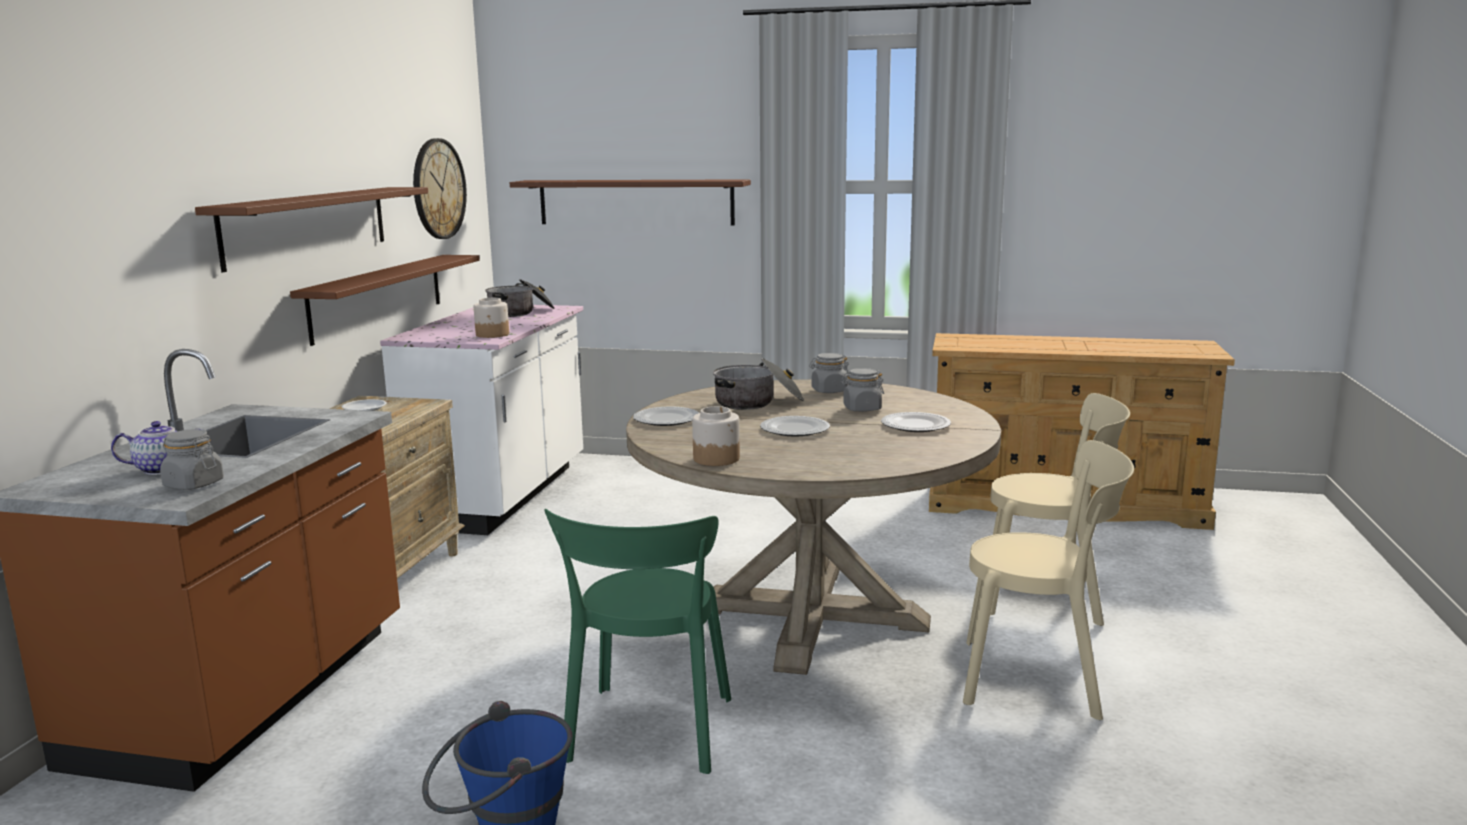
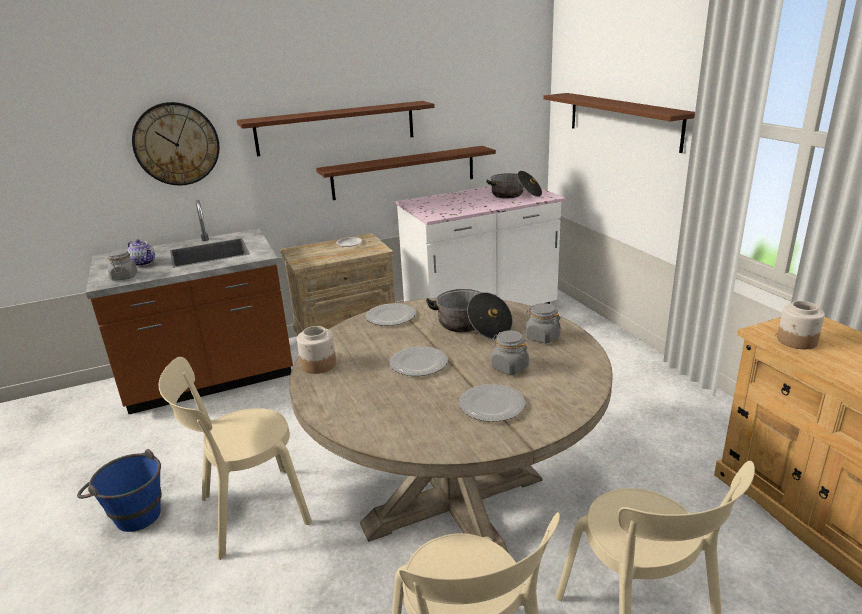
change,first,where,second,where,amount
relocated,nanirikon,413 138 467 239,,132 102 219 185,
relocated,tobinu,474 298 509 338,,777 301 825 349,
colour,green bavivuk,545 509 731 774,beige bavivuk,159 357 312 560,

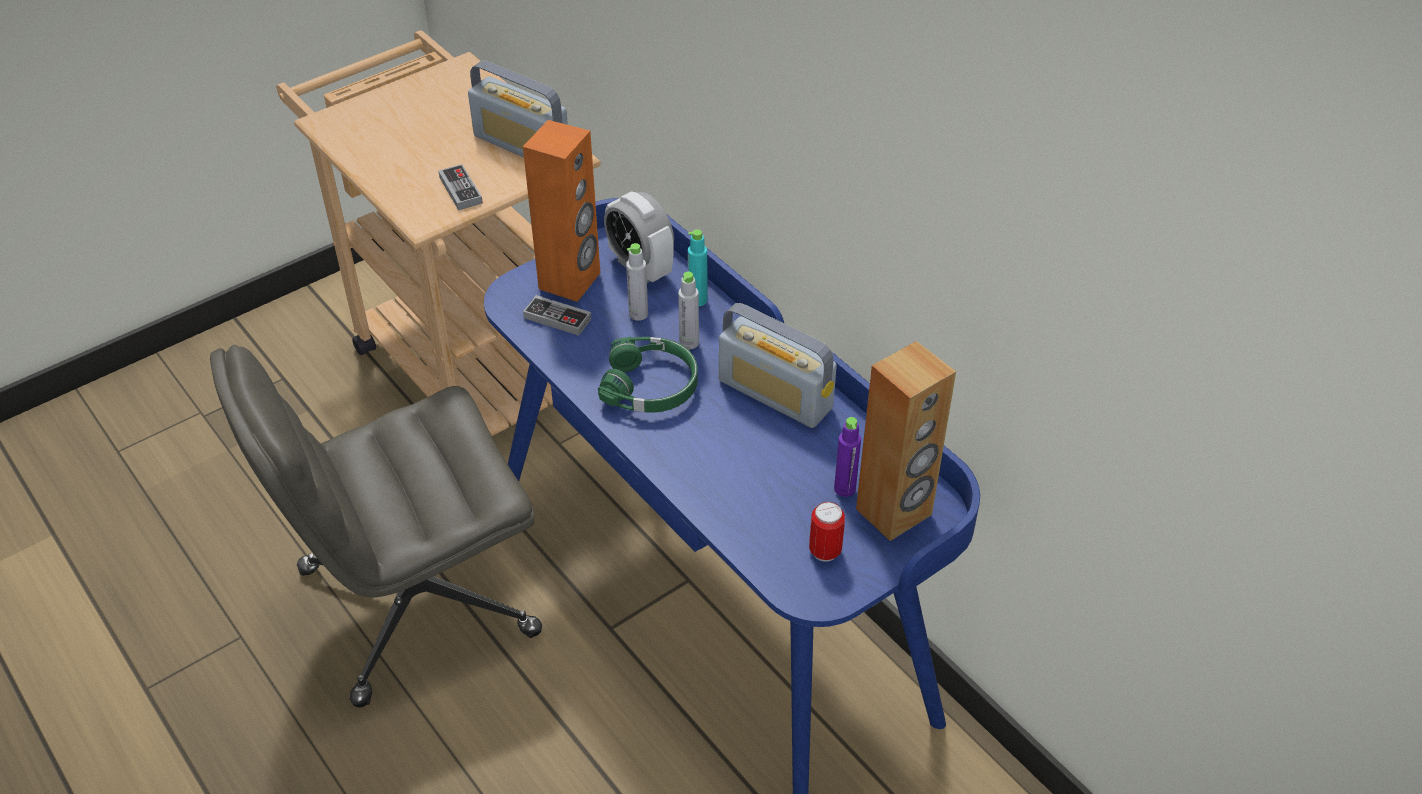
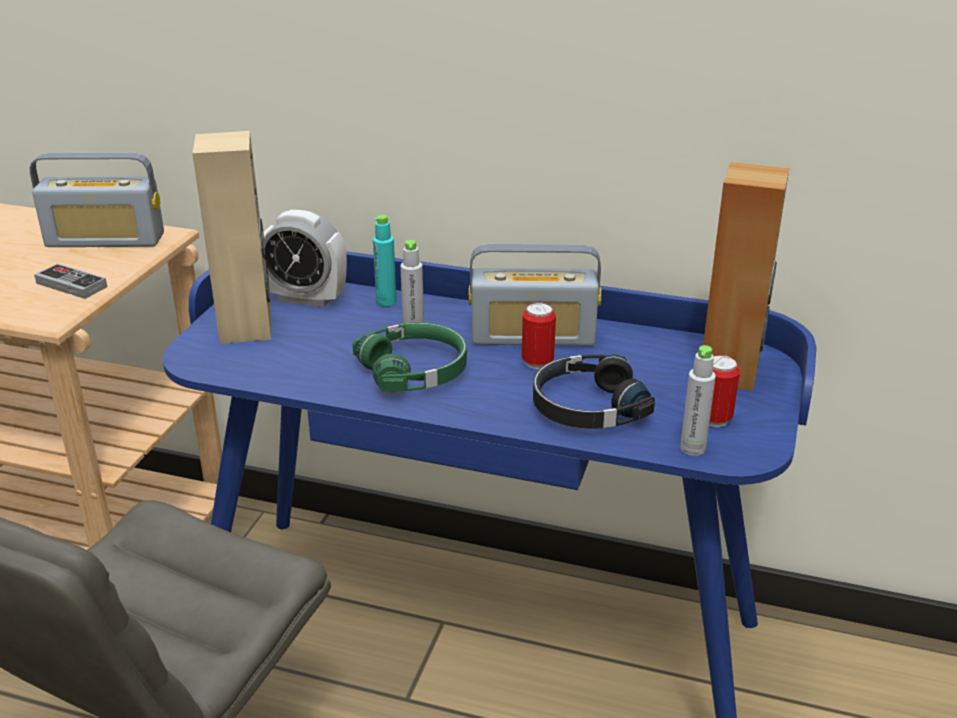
change,first,where,second,where,amount
colour,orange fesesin,523 120 600 302,beige fesesin,192 131 271 344,
missing,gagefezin,523 295 591 336,,,
relocated,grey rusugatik,626 243 648 321,,680 345 716 456,
missing,purple rusugatik,834 417 861 497,,,
appeared,,,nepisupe,522 302 556 369,
appeared,,,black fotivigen,533 355 655 429,

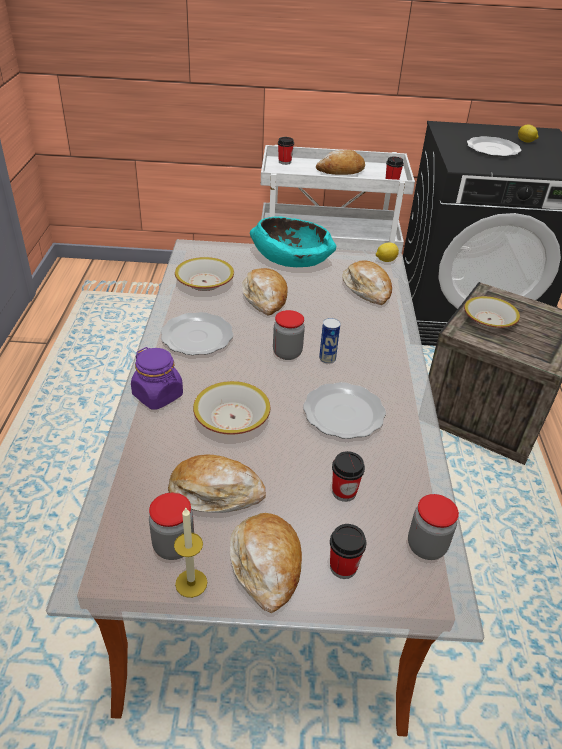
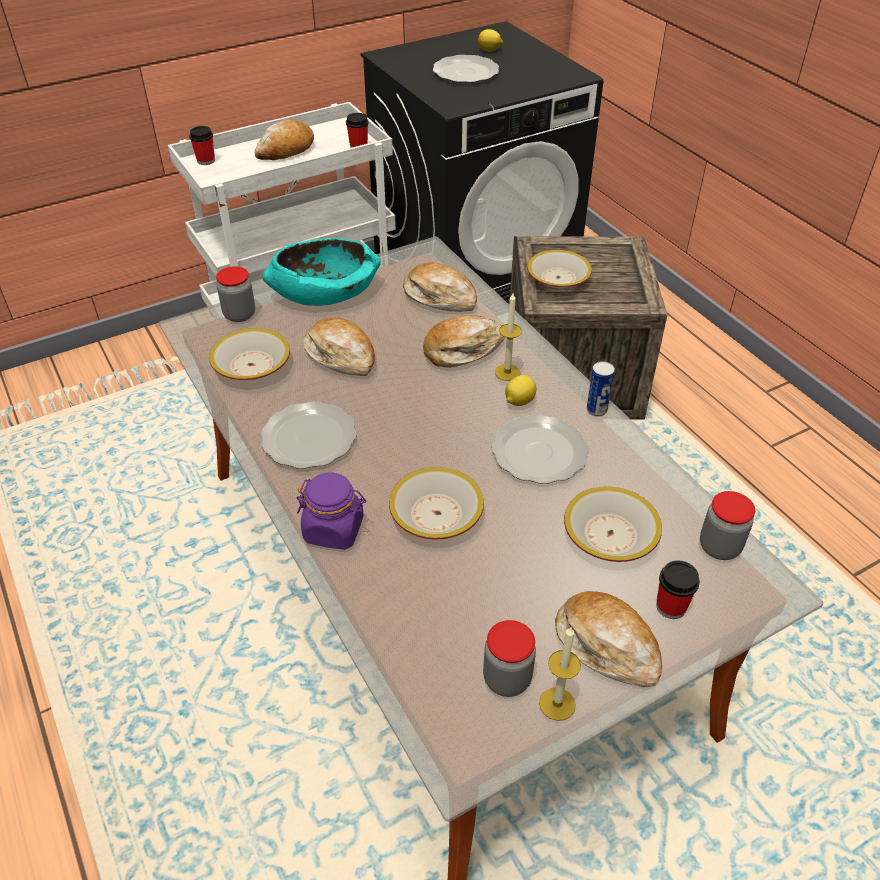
change,first,where,second,where,amount
relocated,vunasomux,168 455 266 513,,423 315 505 368,
relocated,tobinu,273 310 305 360,,216 266 255 322,
relocated,nepisupe,319 318 340 364,,587 361 615 416,
exchanged,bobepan,332 451 365 502,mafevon,564 486 662 562,
relocated,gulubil,376 243 399 262,,505 375 536 406,
appeared,,,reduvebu,495 293 522 381,

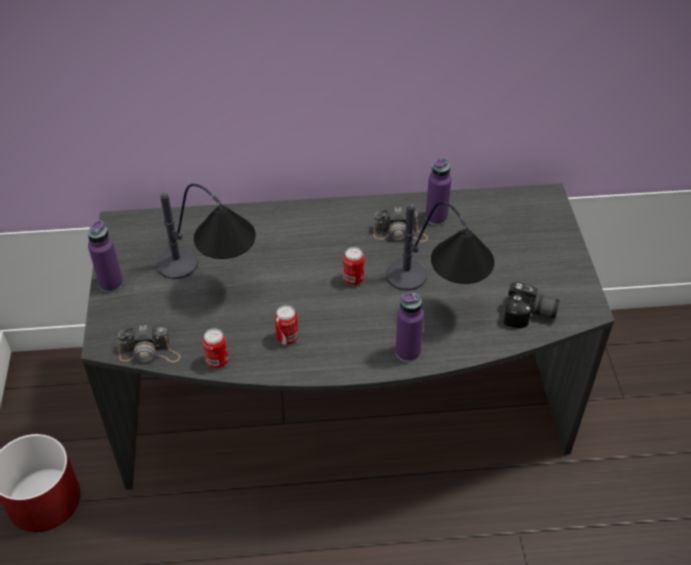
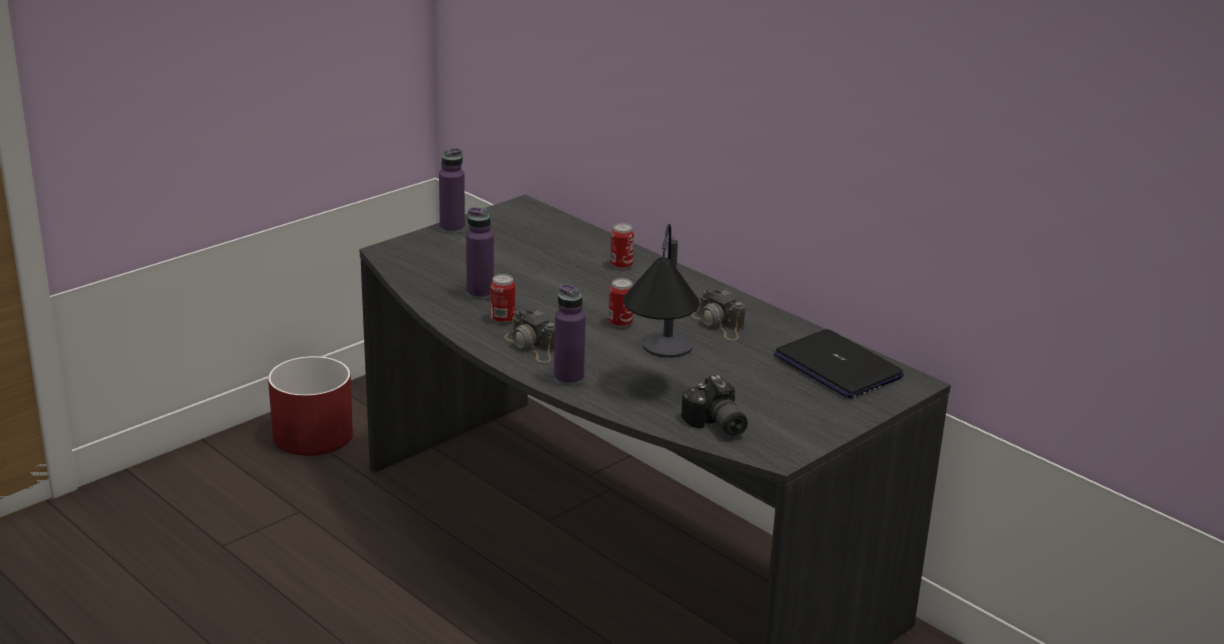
change,first,where,second,where,amount
relocated,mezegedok,118 325 181 362,,504 310 555 363,
missing,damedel,157 184 256 279,,,
relocated,nepisupe,203 328 228 368,,610 223 634 269,
relocated,purple rusugatik,425 157 452 226,,466 207 494 300,
appeared,,,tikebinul,774 329 904 399,

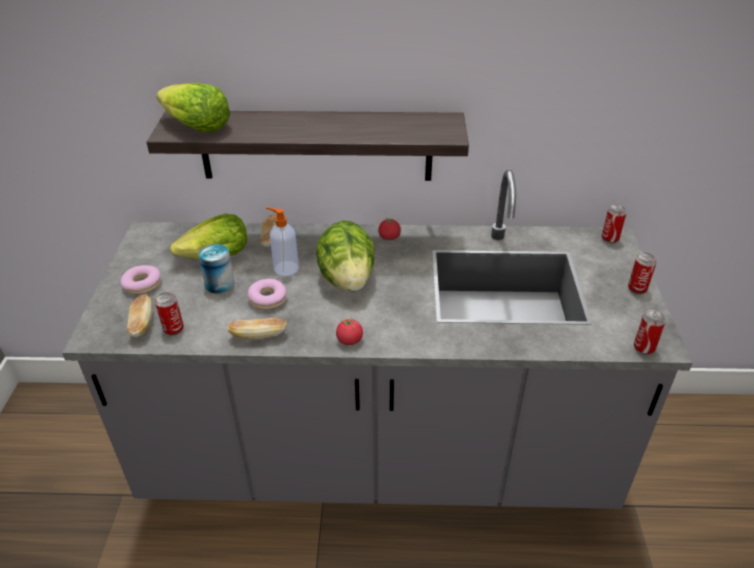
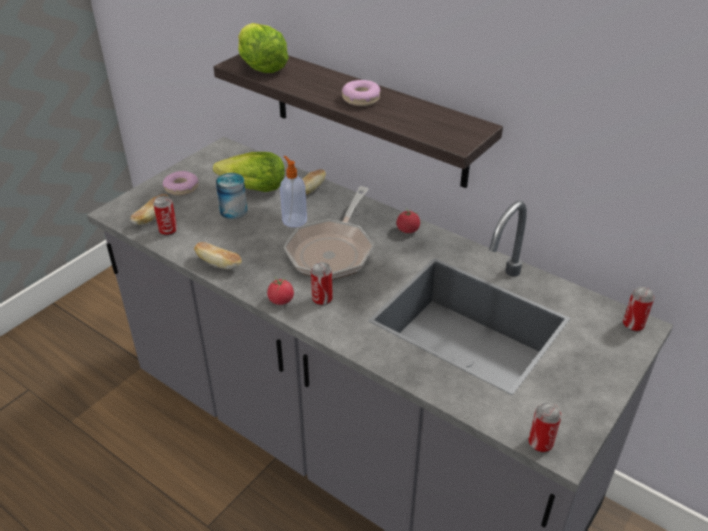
change,first,where,second,where,amount
relocated,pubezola,248 279 287 310,,342 80 380 106,
exchanged,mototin,316 221 375 292,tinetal,284 186 374 280,
relocated,nepisupe,628 253 657 294,,311 262 333 306,

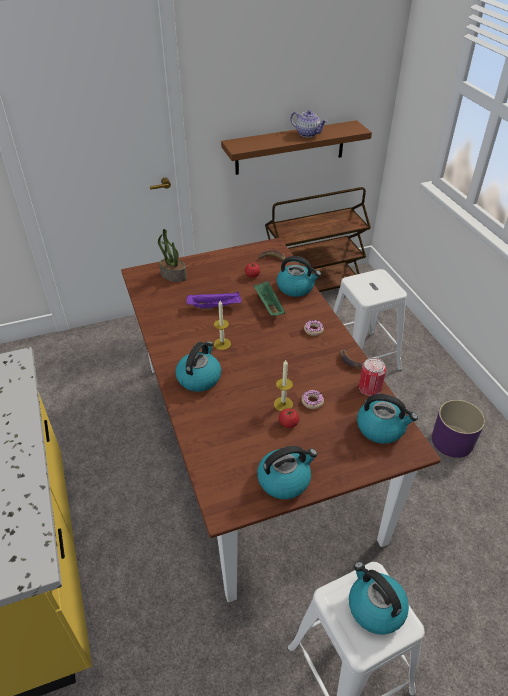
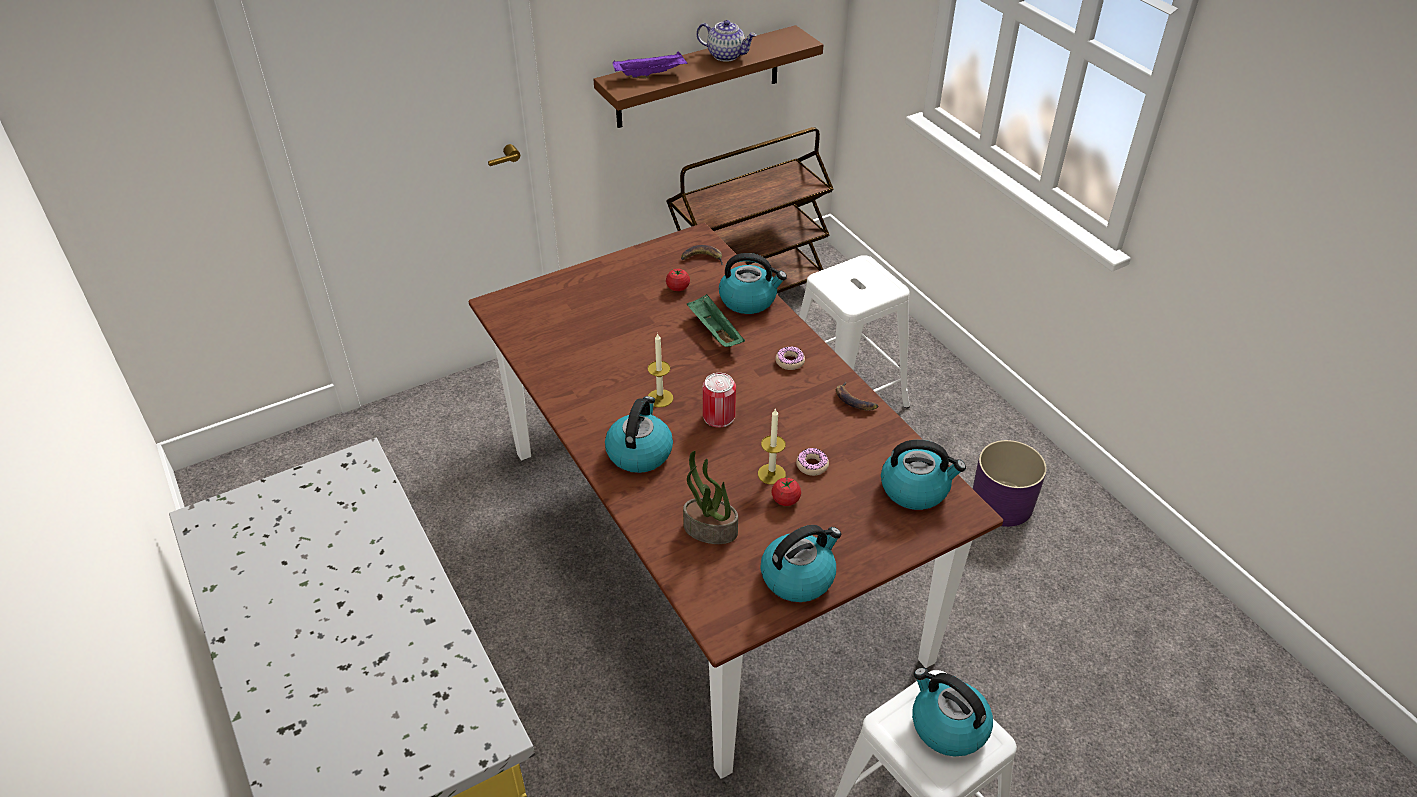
change,first,where,second,where,amount
relocated,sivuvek,158 229 187 282,,683 451 738 544,
relocated,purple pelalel,186 291 242 310,,613 51 688 79,
relocated,nepisupe,359 358 386 396,,703 373 736 428,

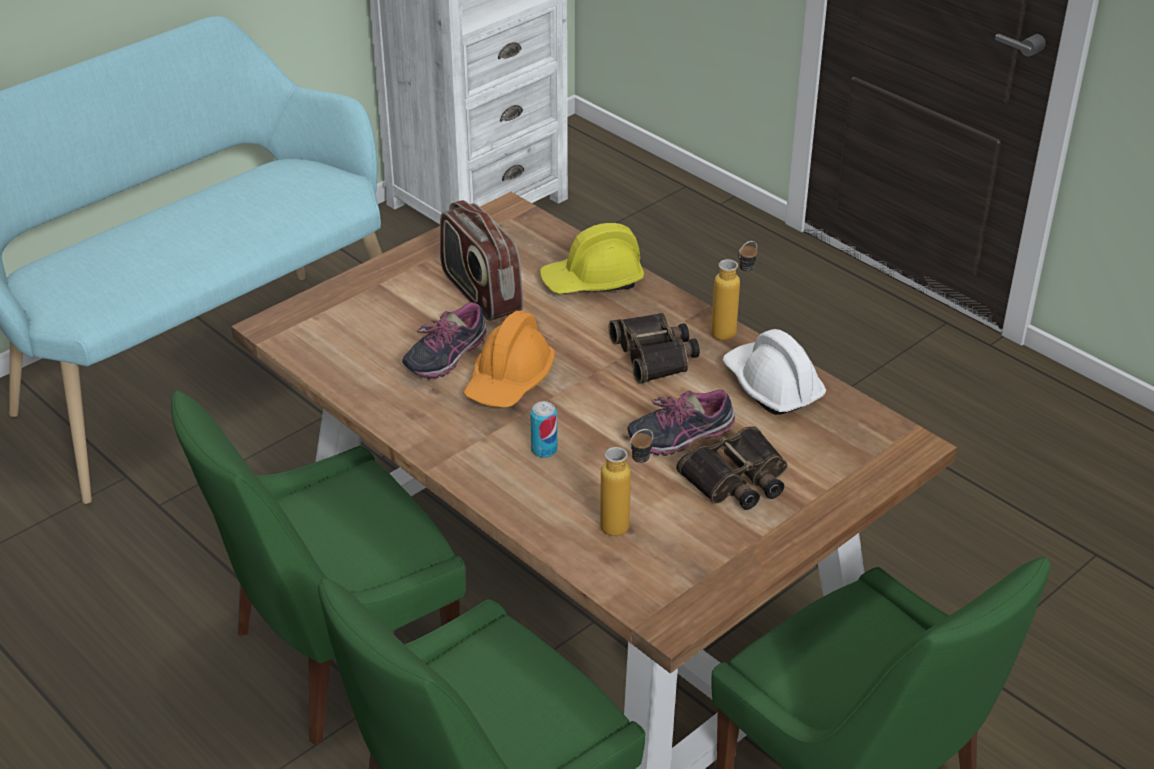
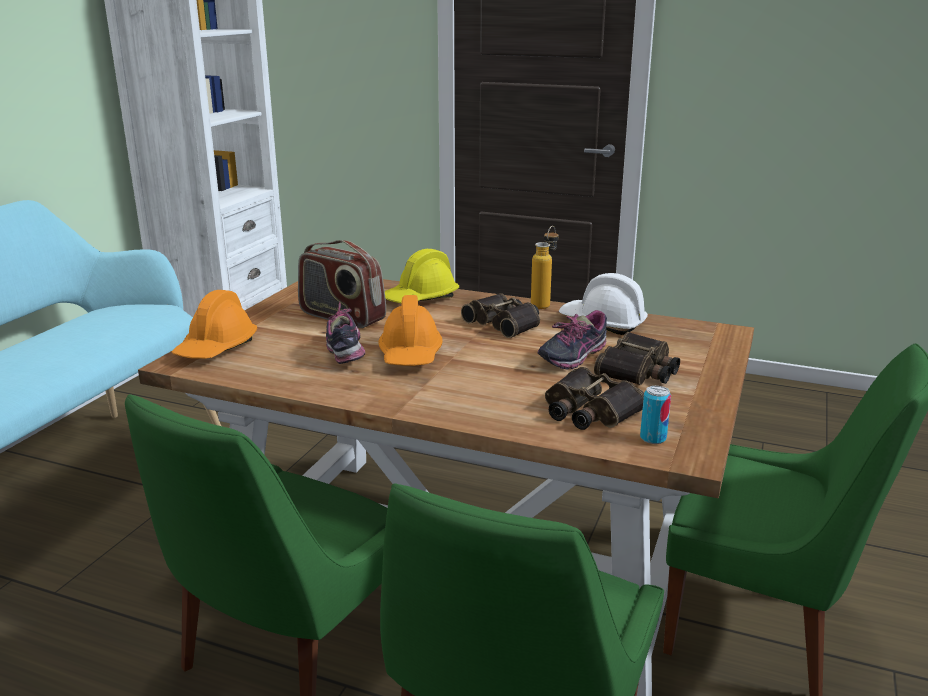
change,first,where,second,where,amount
spun,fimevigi,402 302 486 379,,326 302 365 364,150 degrees clockwise
relocated,nepisupe,530 401 557 458,,640 386 671 444,
exchanged,rusugatik,600 429 653 536,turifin,545 367 644 430,
appeared,,,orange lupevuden,172 290 257 359,

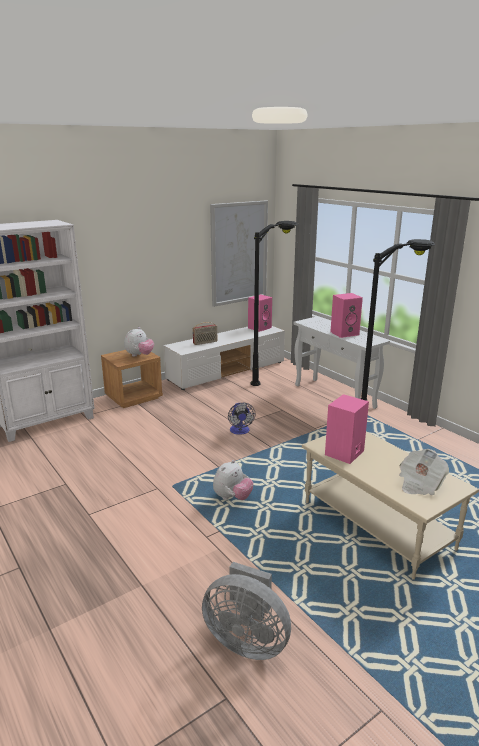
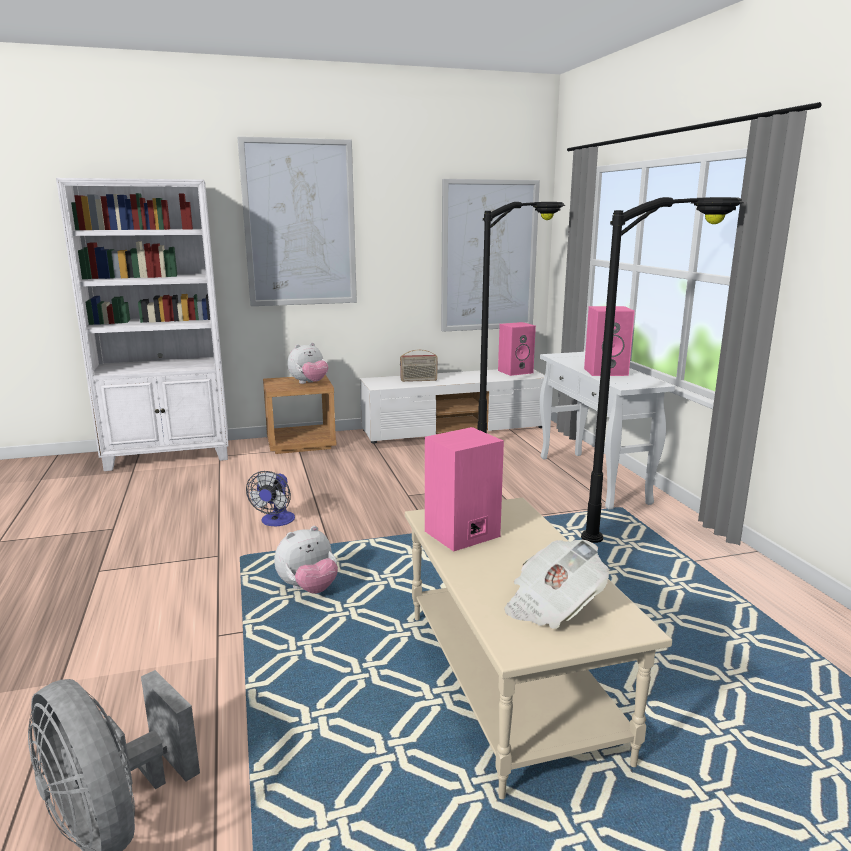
change,first,where,second,where,amount
relocated,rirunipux,228 403 255 435,,246 471 295 526,
appeared,,,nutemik,237 136 357 306,

